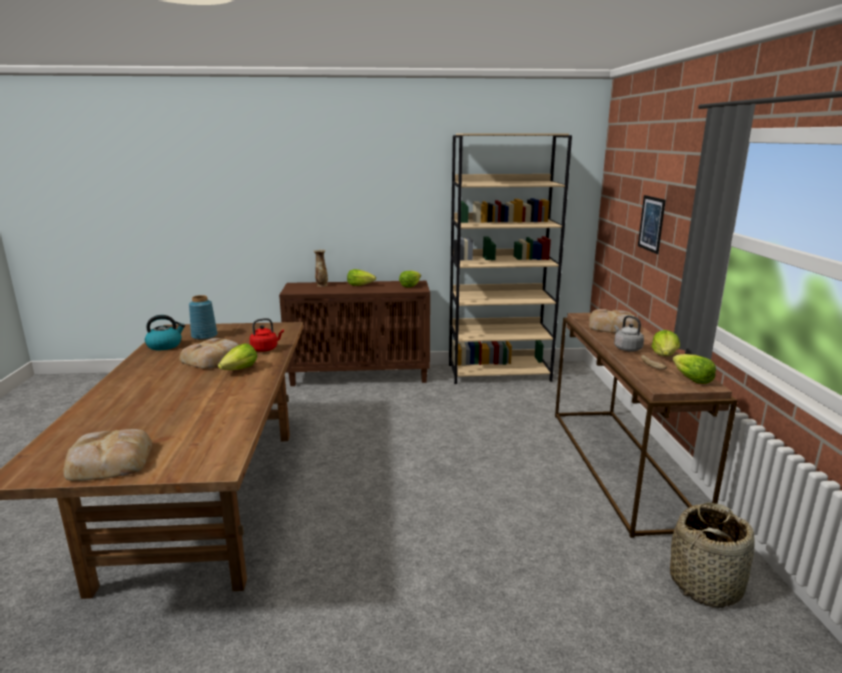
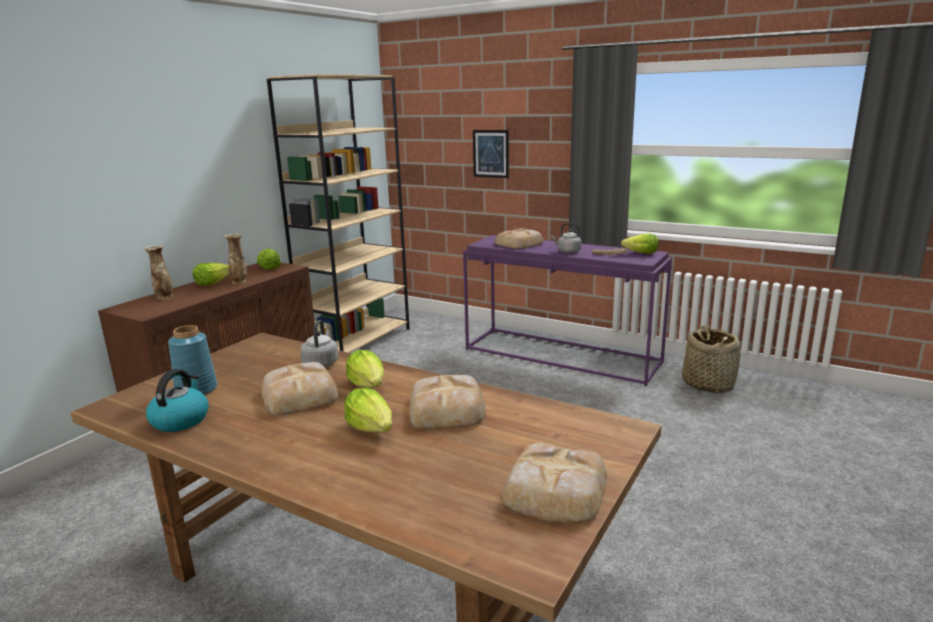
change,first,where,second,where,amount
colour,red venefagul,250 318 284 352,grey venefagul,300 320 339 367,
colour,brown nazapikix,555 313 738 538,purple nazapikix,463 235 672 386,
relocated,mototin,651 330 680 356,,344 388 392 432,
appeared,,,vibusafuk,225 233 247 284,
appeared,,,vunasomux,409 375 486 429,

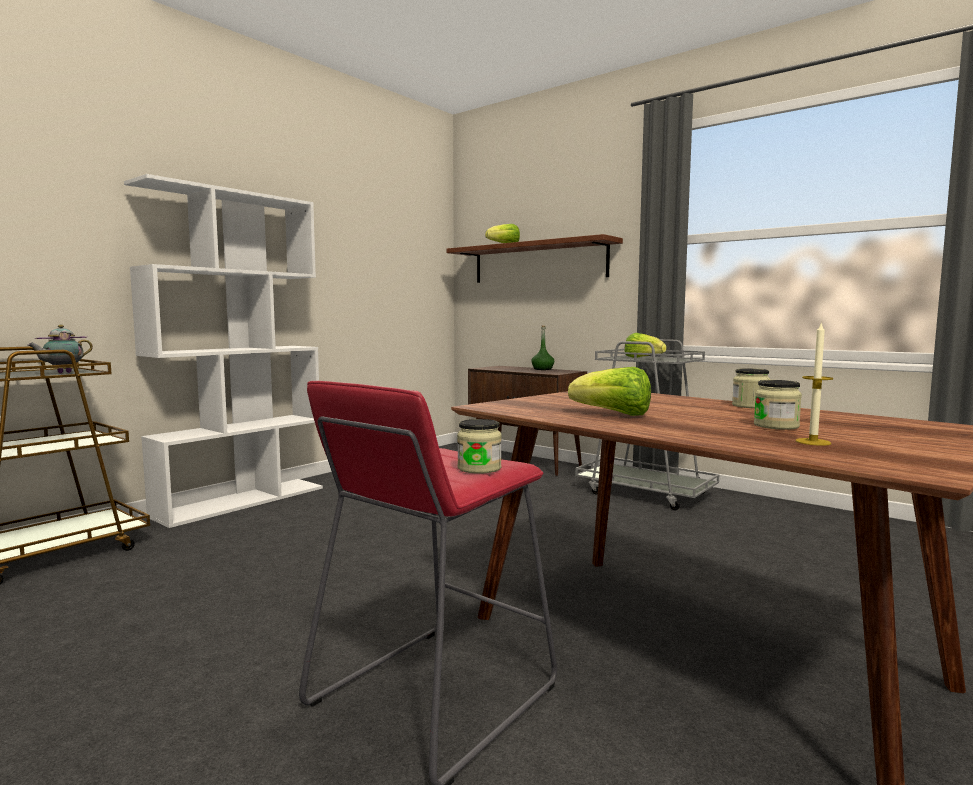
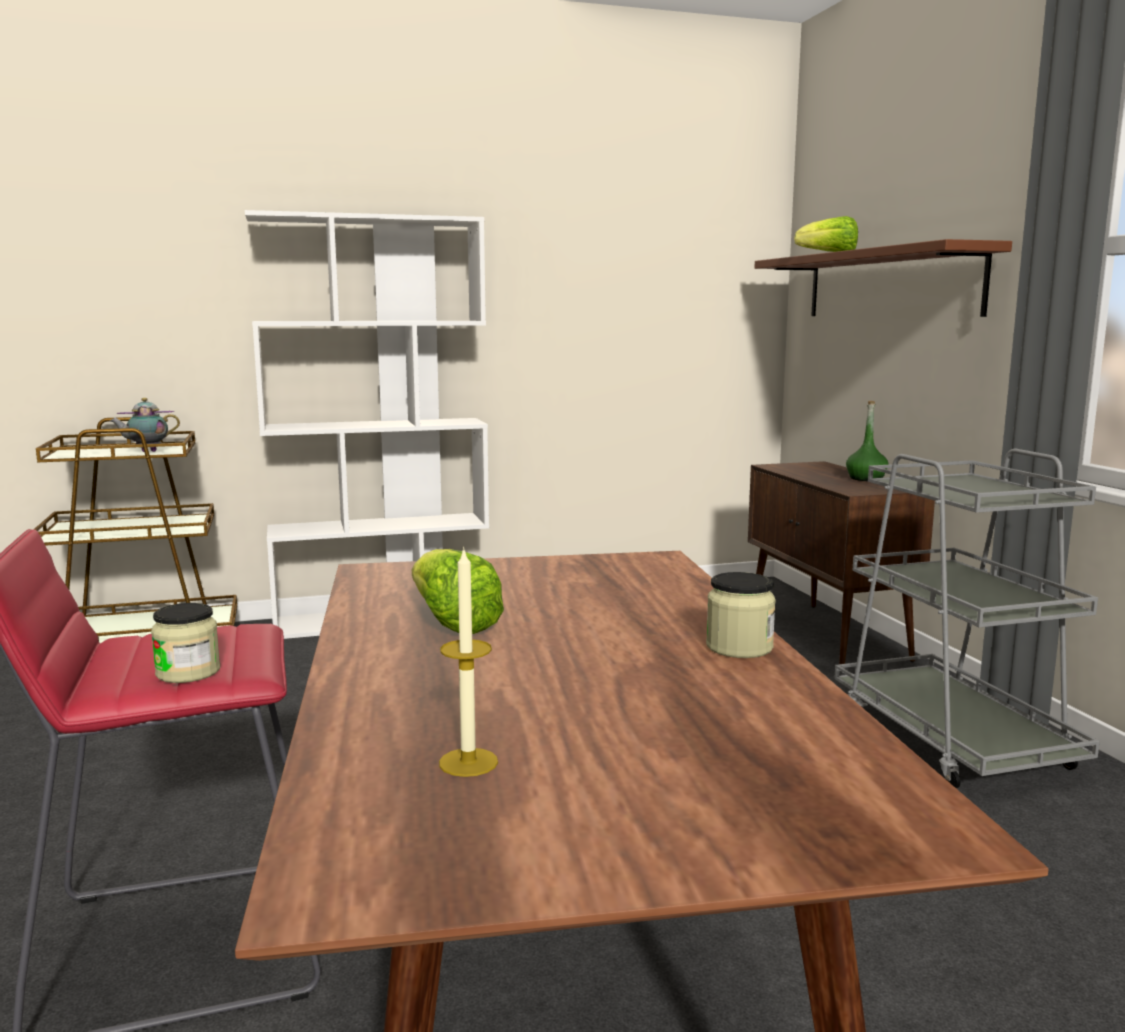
change,first,where,second,where,amount
missing,mototin,624 333 667 358,,,
missing,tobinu,754 380 802 430,,,

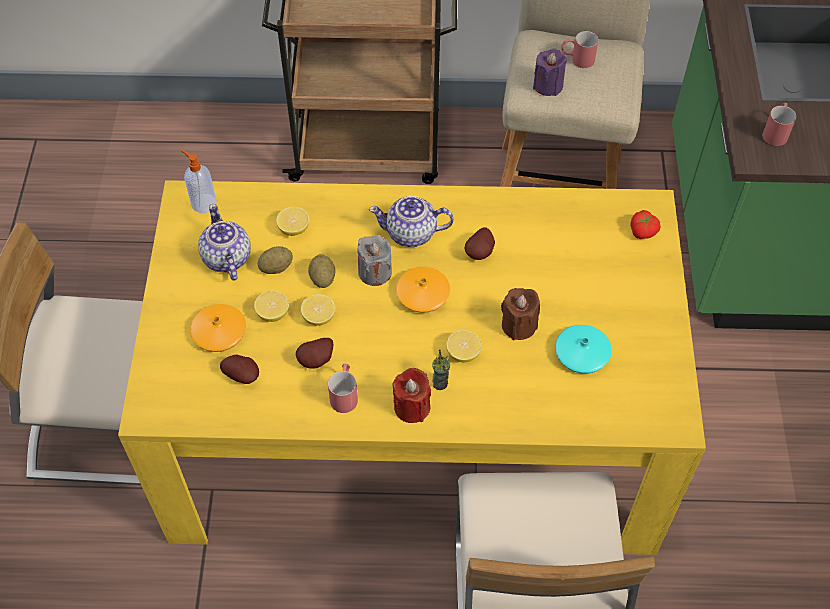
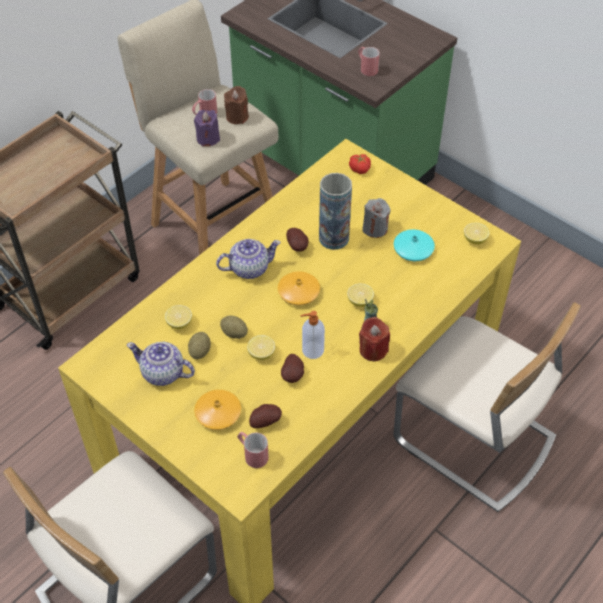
change,first,where,second,where,amount
relocated,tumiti,181 150 217 213,,300 311 325 359,
relocated,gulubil,254 290 289 322,,464 222 490 244,
relocated,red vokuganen,328 364 358 413,,237 432 269 468,
relocated,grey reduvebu,357 235 392 286,,363 198 391 238,
spun,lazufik,369 196 454 247,,216 239 281 279,150 degrees counterclockwise
relocated,brown reduvebu,501 288 540 340,,224 86 249 124,
appeared,,,vibusafuk,319 173 352 250,

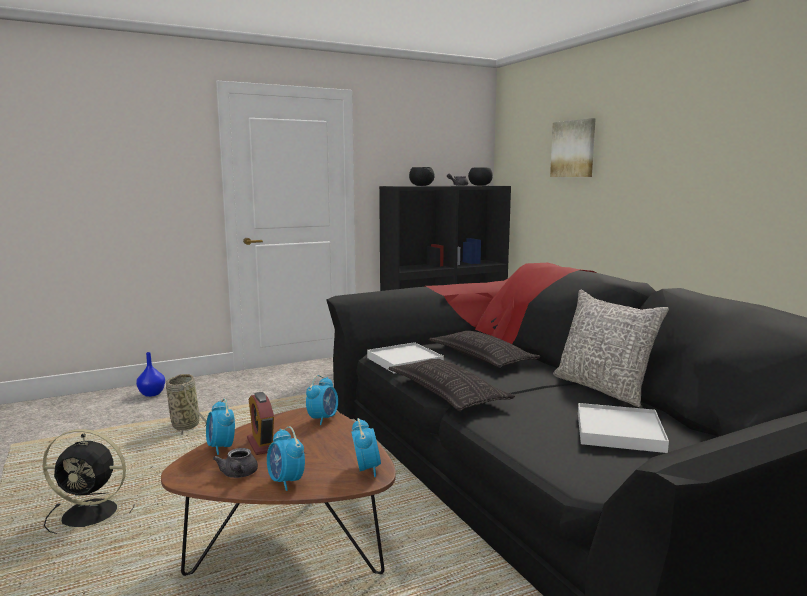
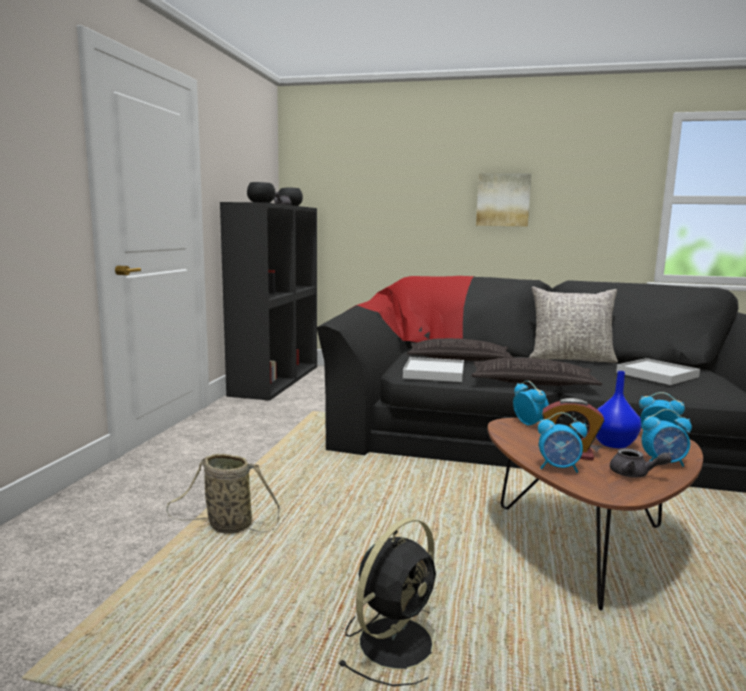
change,first,where,second,where,amount
relocated,blue vibusafuk,136 352 165 397,,596 371 641 448,
relocated,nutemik,550 118 596 177,,476 173 531 227,

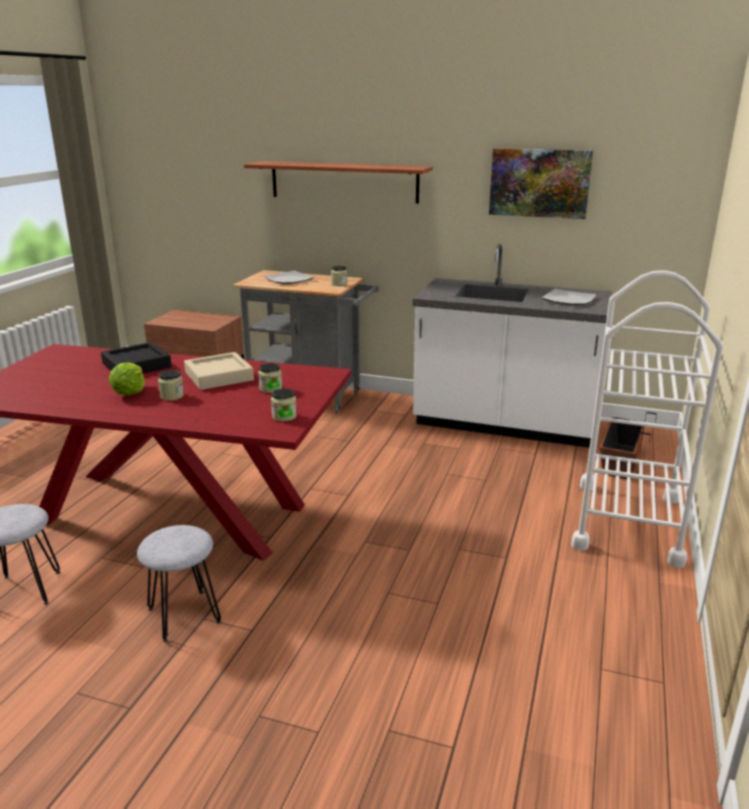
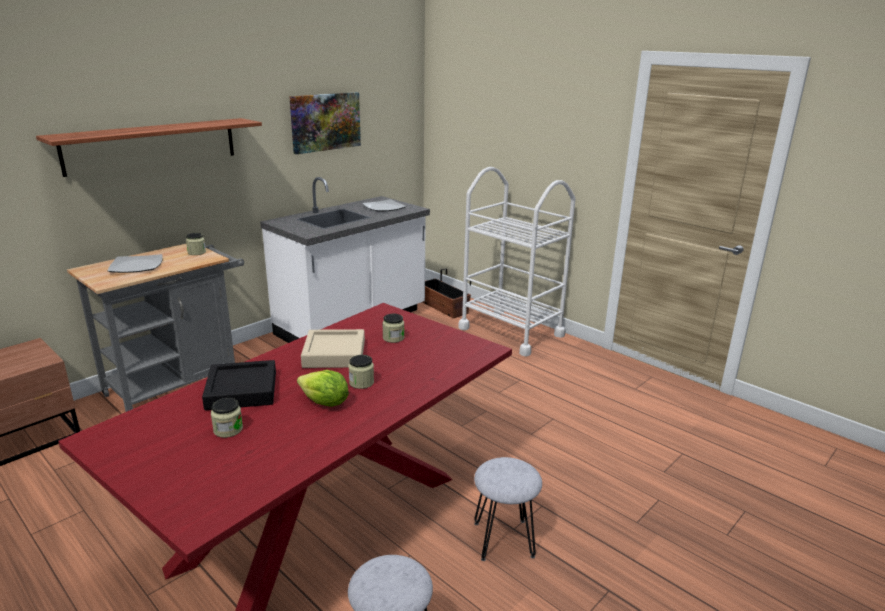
change,first,where,second,where,amount
relocated,tobinu,271 388 297 422,,211 398 243 438,

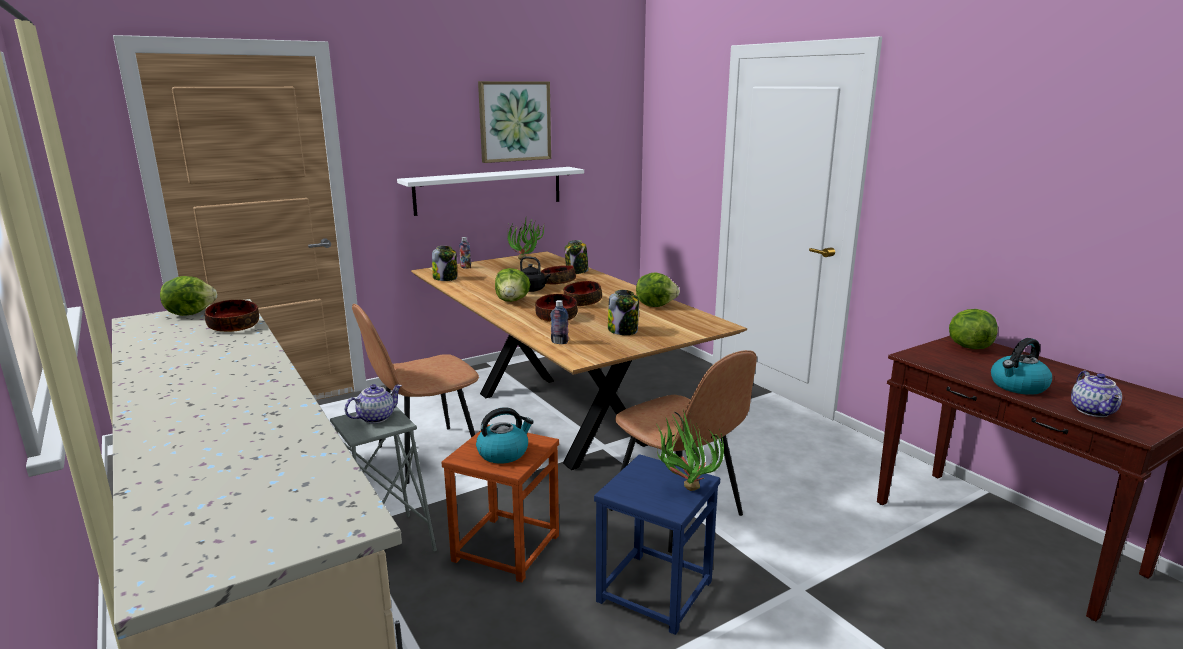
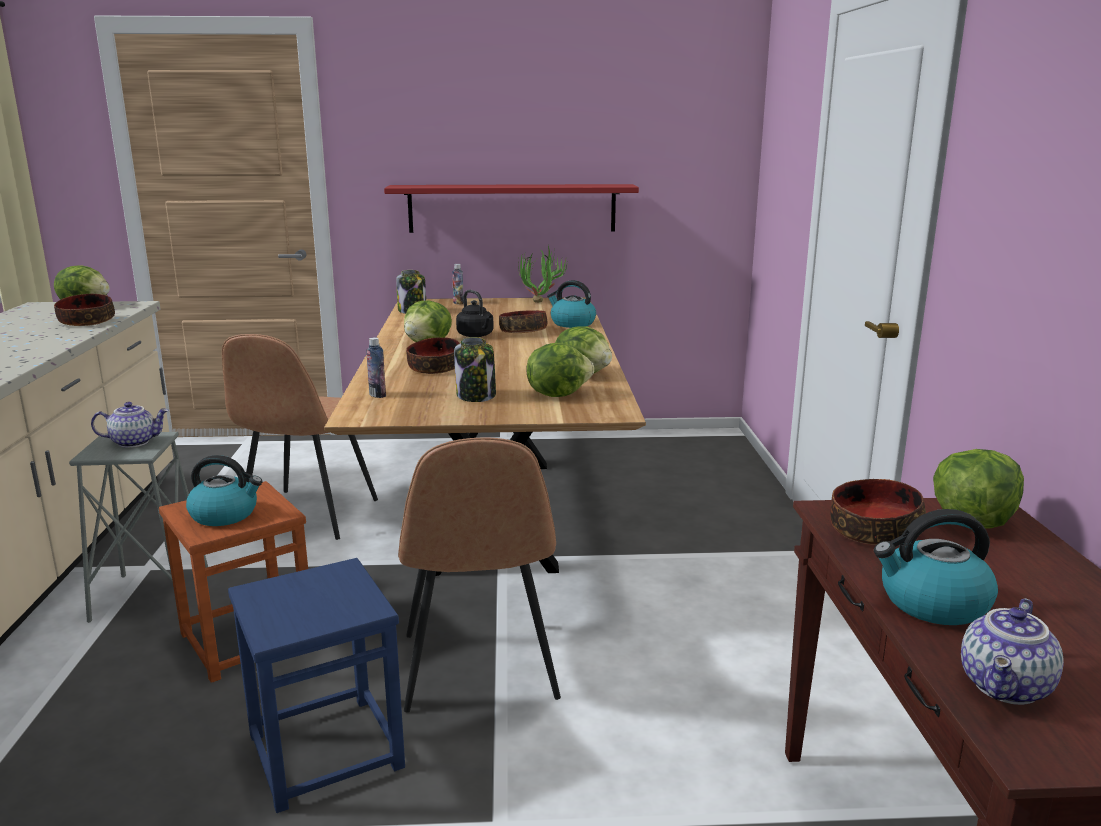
change,first,where,second,where,amount
spun,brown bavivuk,352 304 479 484,,222 334 378 540,75 degrees counterclockwise
colour,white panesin,397 167 584 216,red panesin,384 184 639 233,
missing,nutemik,478 81 551 163,,,
relocated,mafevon,564 281 602 306,,830 479 926 545,
exchanged,tobinu,565 240 589 274,venefagul,547 280 596 328,
missing,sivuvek,655 410 724 491,,,
appeared,,,mototin,526 343 594 397,

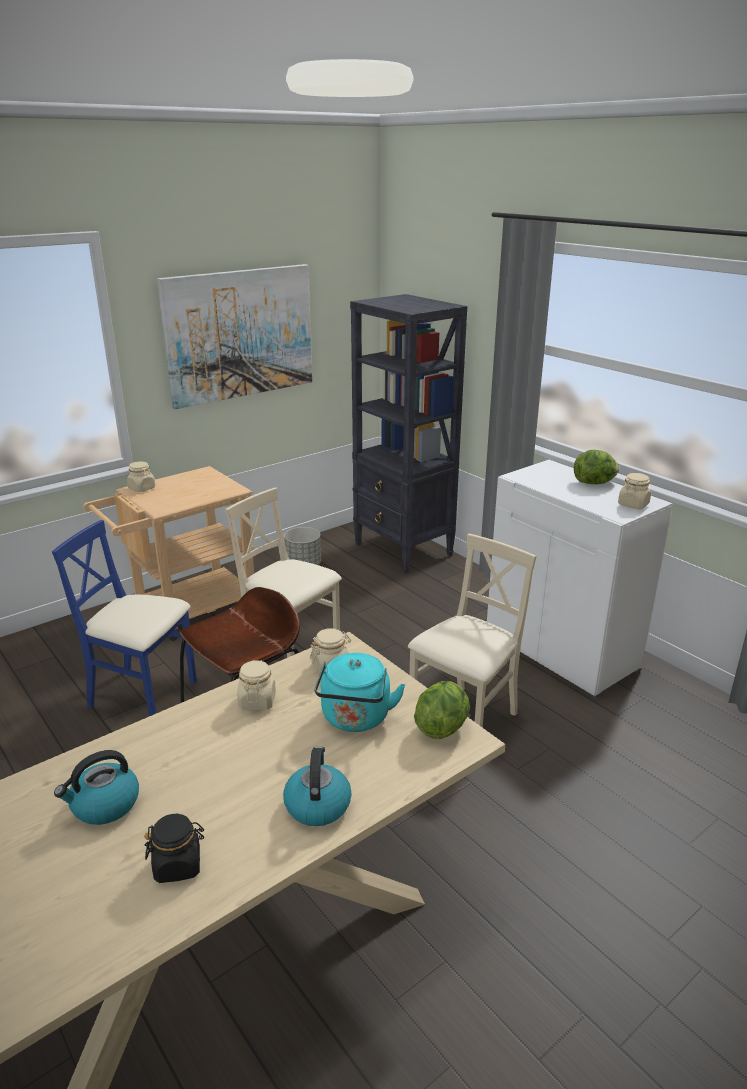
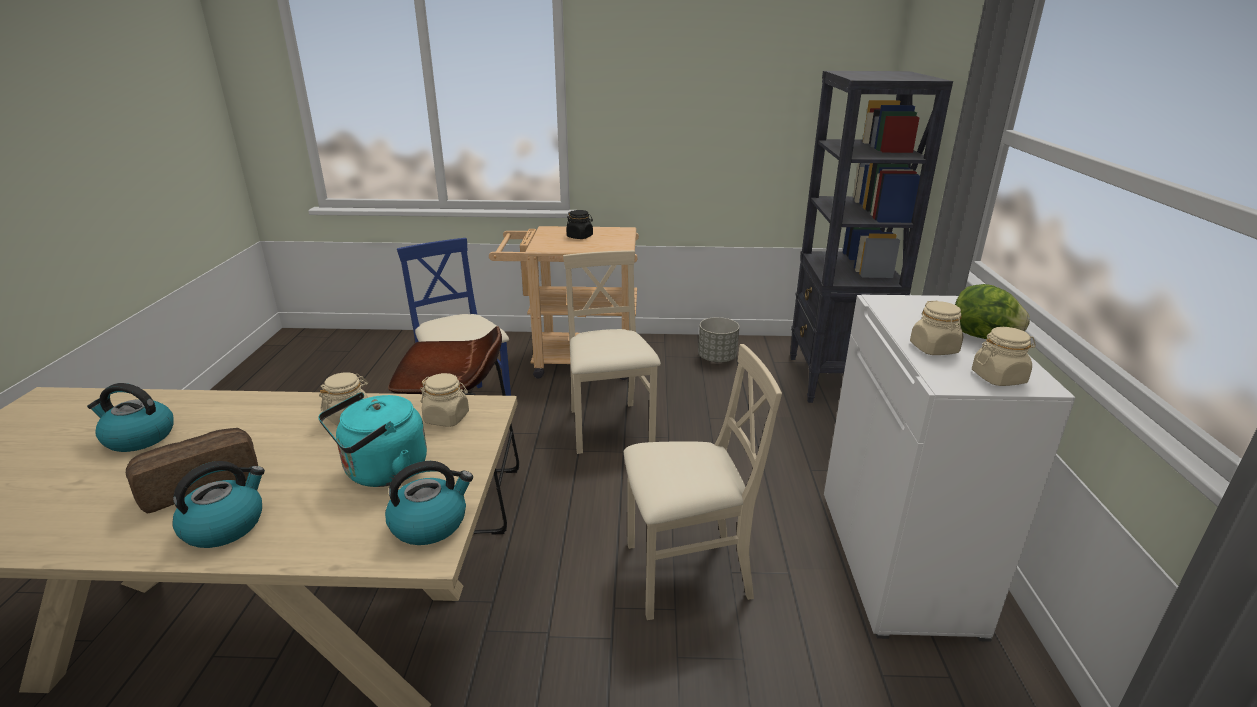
change,first,where,second,where,amount
relocated,beige tobinu,127 462 155 492,,910 301 963 355,
relocated,black tobinu,144 814 204 883,,566 210 593 239,
missing,nutemik,157 264 312 409,,,
exchanged,mototin,414 681 470 739,venefagul,385 461 473 545,
appeared,,,vunasomux,126 428 258 514,

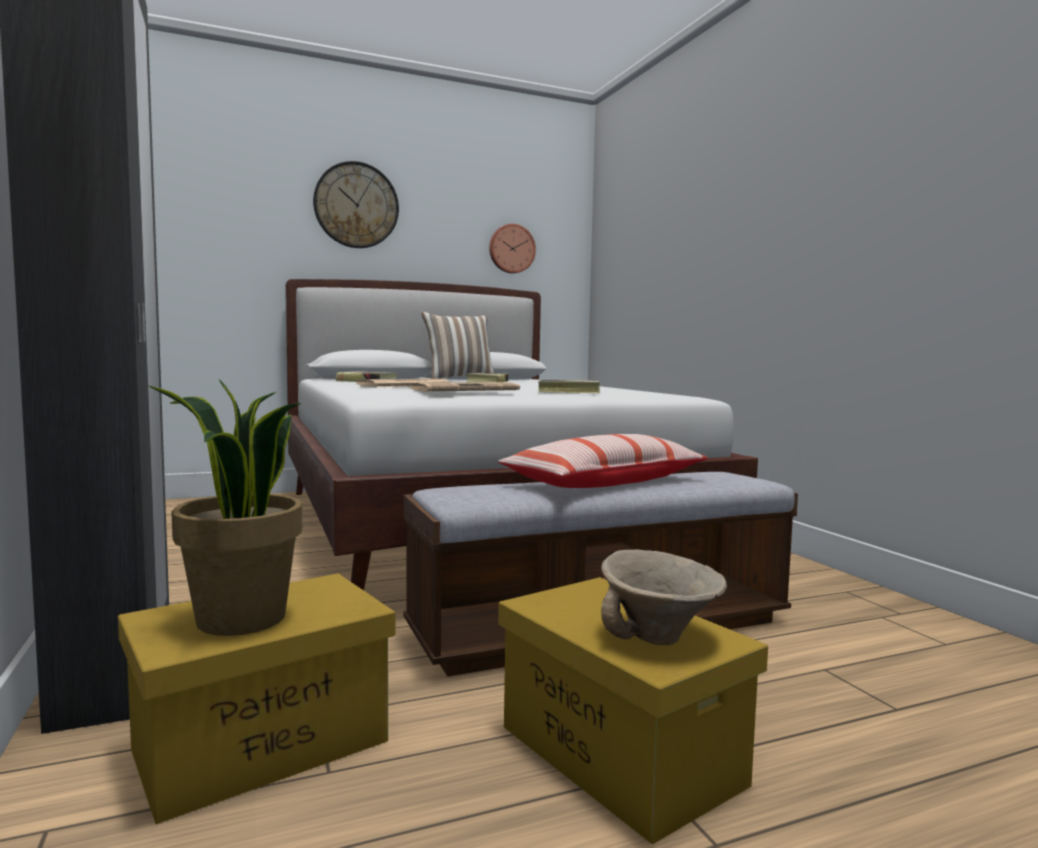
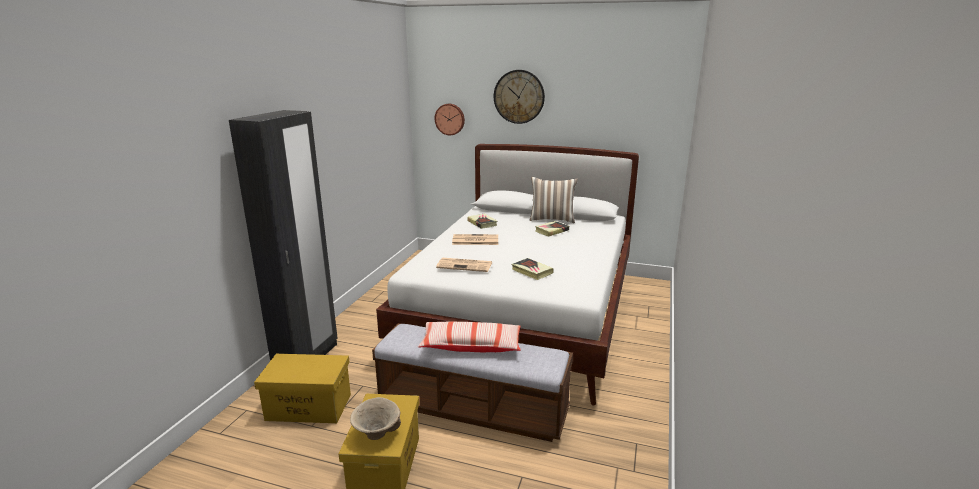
change,first,where,second,where,amount
missing,sivuvek,149 379 302 636,,,
relocated,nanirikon,489 224 536 273,,435 104 465 135,

